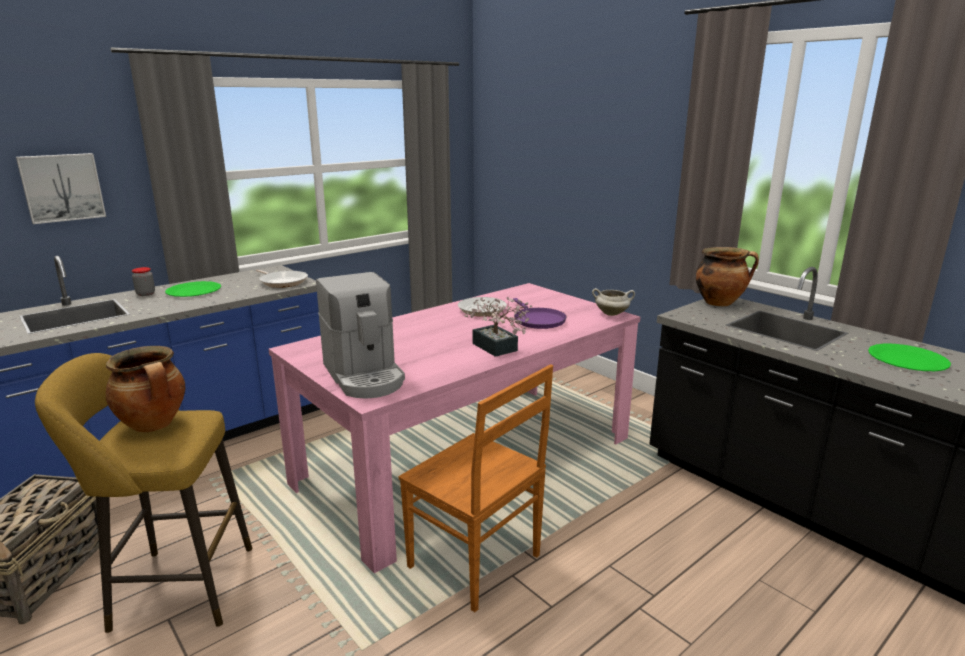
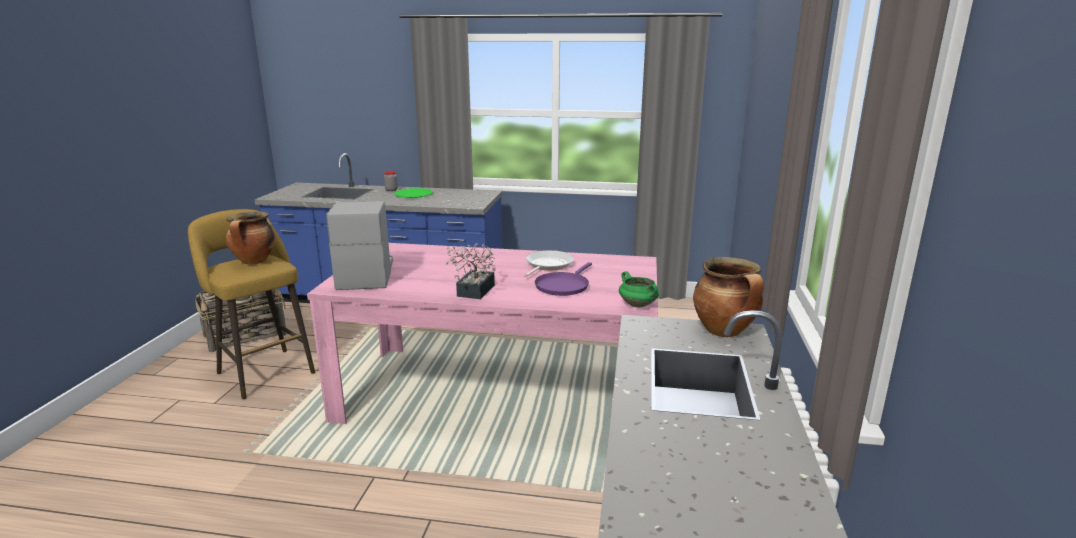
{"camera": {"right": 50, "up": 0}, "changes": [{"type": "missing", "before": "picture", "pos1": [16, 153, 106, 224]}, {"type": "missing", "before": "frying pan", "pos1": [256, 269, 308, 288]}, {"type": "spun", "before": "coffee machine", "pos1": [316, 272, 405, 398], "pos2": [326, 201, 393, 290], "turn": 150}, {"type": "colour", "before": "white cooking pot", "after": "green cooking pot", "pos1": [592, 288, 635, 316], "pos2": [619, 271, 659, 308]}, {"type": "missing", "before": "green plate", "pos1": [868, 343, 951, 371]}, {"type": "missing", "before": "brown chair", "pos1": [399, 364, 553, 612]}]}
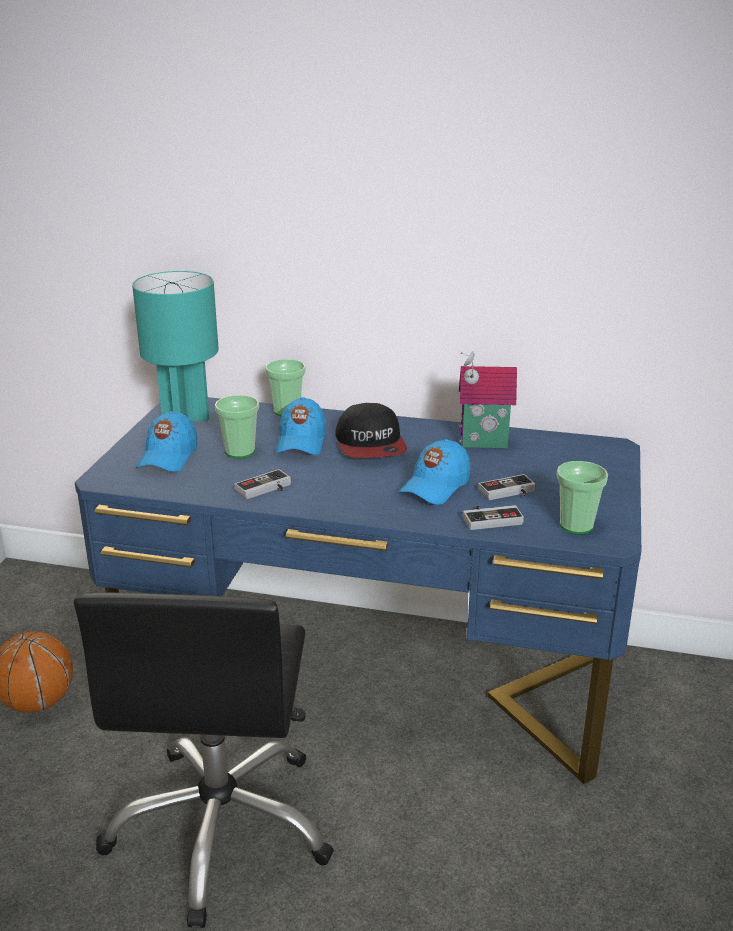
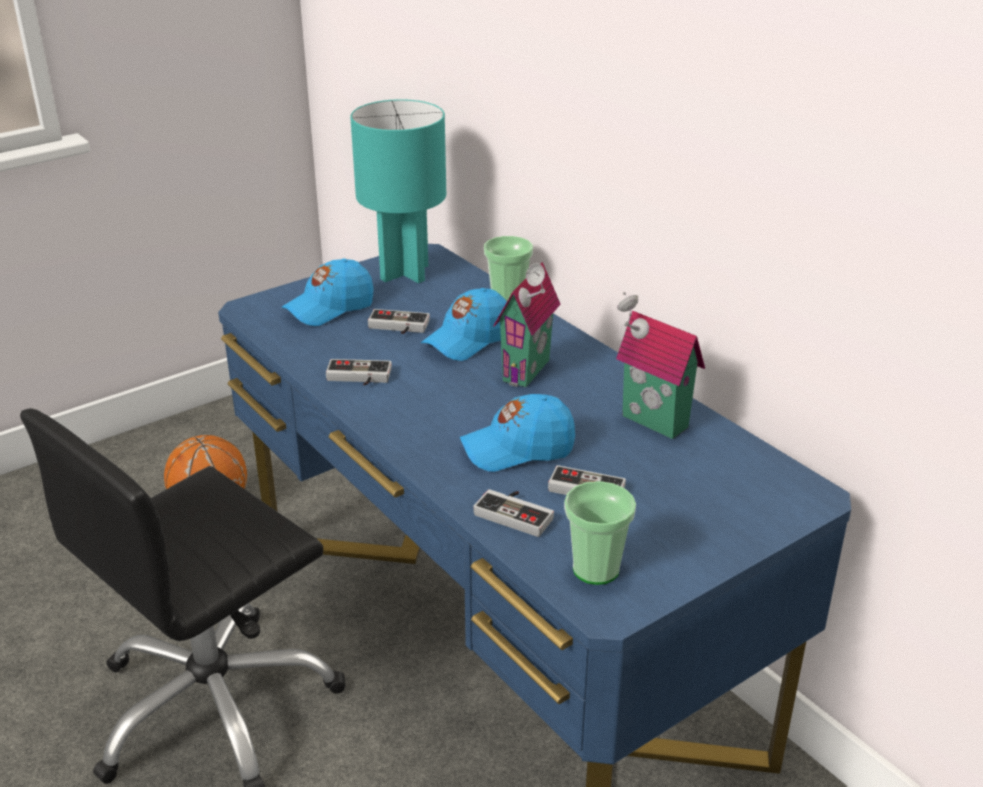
{"camera": {"right": 40, "up": 5}, "changes": [{"type": "exchanged", "before": "cup", "after": "game controller", "pos1": [215, 395, 259, 458], "pos2": [368, 309, 430, 334]}, {"type": "exchanged", "before": "cap", "after": "toy house", "pos1": [335, 403, 407, 458], "pos2": [493, 262, 561, 387]}]}
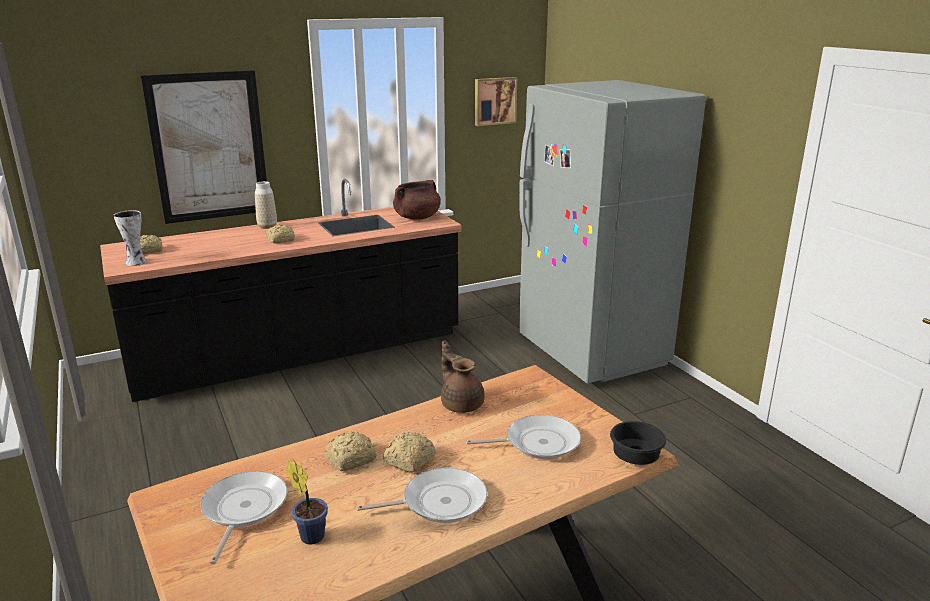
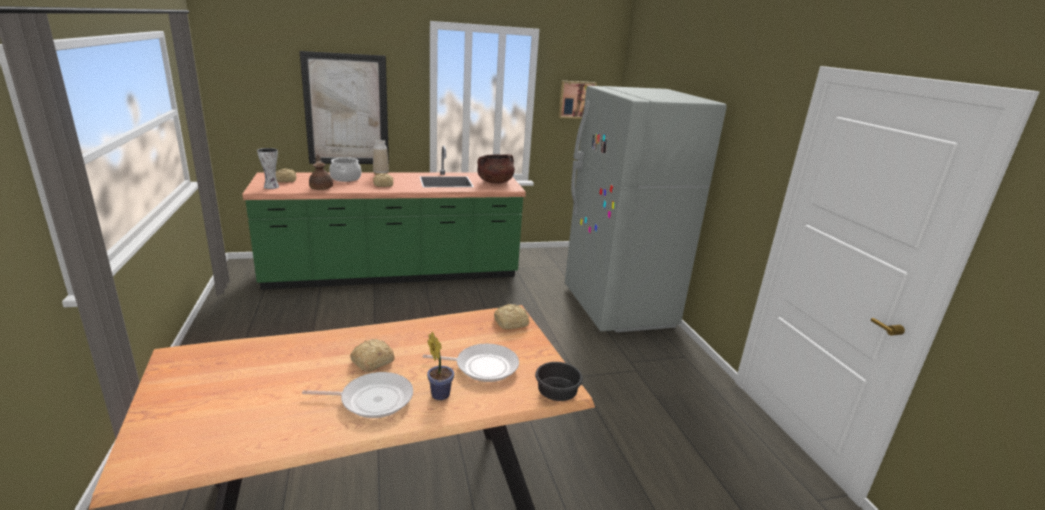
{"camera": {"right": 10, "up": 0}, "changes": [{"type": "colour", "before": "black counter", "after": "green counter", "pos1": [100, 179, 461, 402], "pos2": [242, 146, 526, 290]}, {"type": "relocated", "before": "brown teapot", "pos1": [441, 341, 485, 413], "pos2": [309, 154, 333, 190]}, {"type": "relocated", "before": "bread", "pos1": [325, 432, 377, 471], "pos2": [494, 304, 529, 330]}, {"type": "relocated", "before": "potted plant", "pos1": [286, 458, 328, 544], "pos2": [427, 332, 454, 400]}, {"type": "missing", "before": "frying pan", "pos1": [200, 471, 287, 564]}, {"type": "appeared", "after": "cooking pot", "pos2": [329, 157, 361, 182]}]}
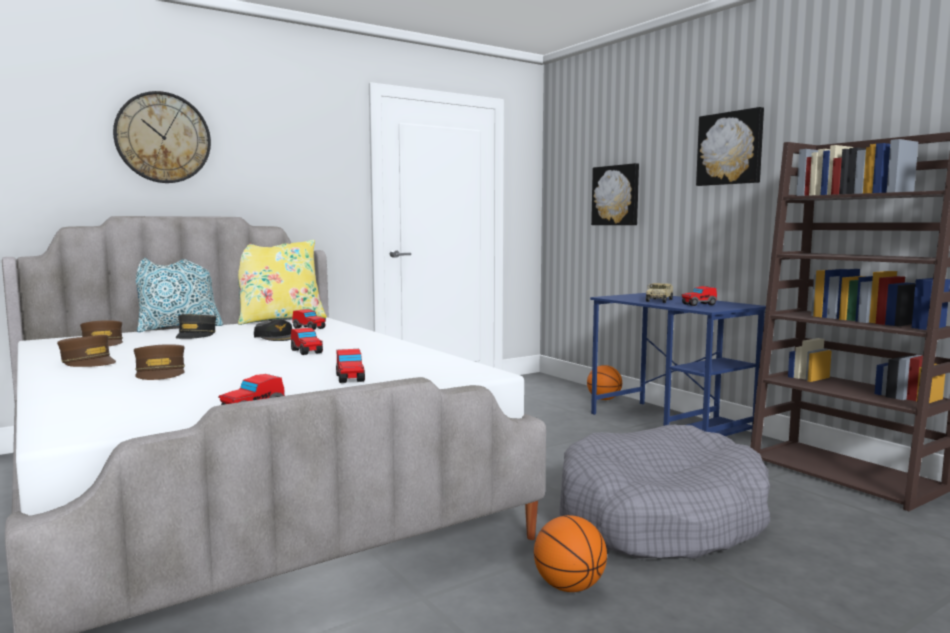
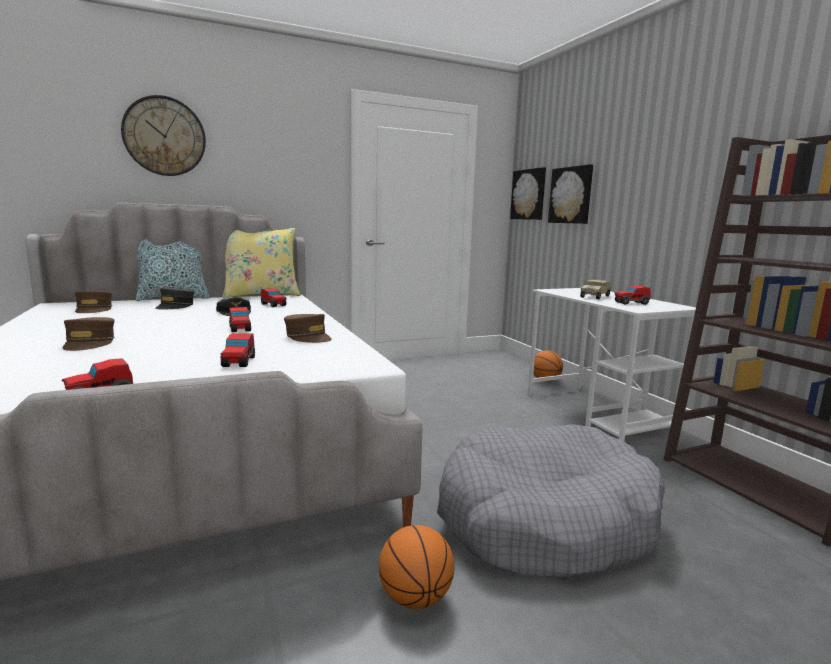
{"camera": {"right": 10, "up": 5}, "changes": [{"type": "relocated", "before": "picture", "pos1": [696, 107, 764, 186], "pos2": [510, 167, 546, 220]}, {"type": "colour", "before": "blue desk", "after": "white desk", "pos1": [590, 293, 766, 436], "pos2": [528, 288, 696, 441]}, {"type": "relocated", "before": "brown cap", "pos1": [57, 335, 116, 367], "pos2": [284, 314, 332, 343]}]}
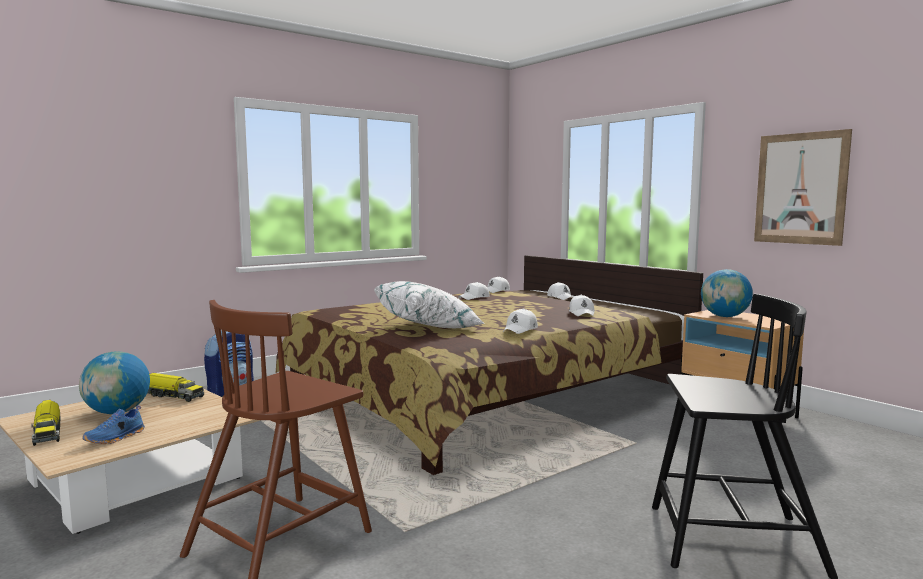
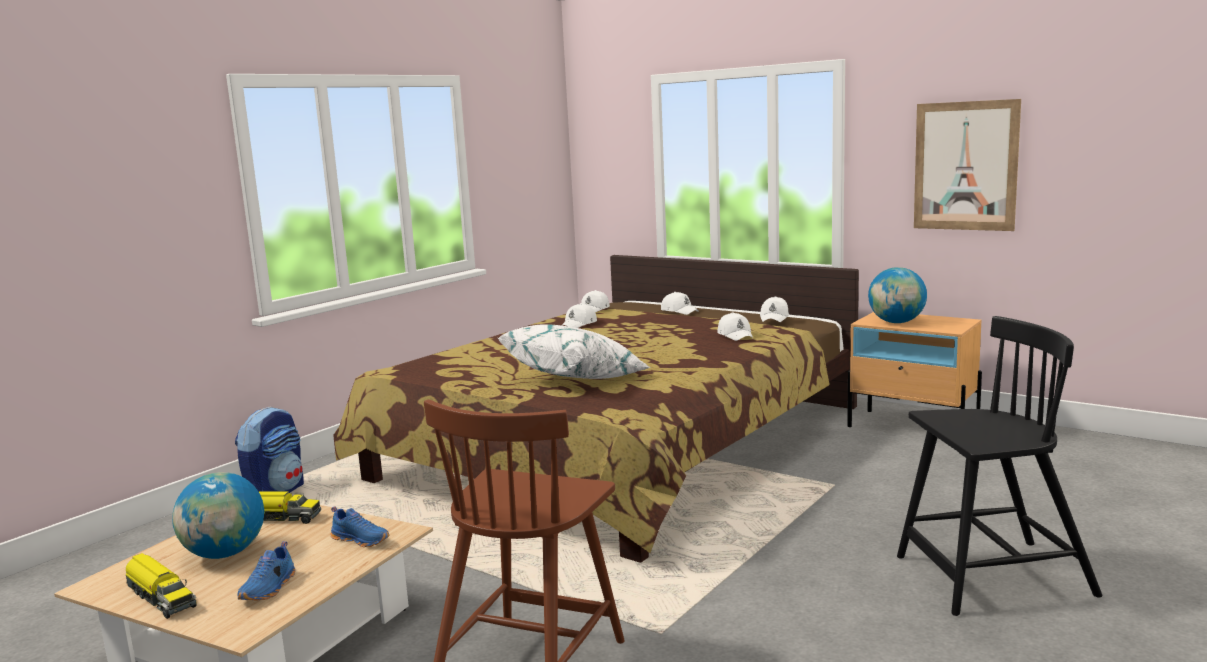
{"camera": {"right": -15, "up": 5}, "changes": [{"type": "relocated", "before": "white cap", "pos1": [503, 308, 538, 334], "pos2": [760, 296, 789, 322]}, {"type": "appeared", "after": "blue shoe", "pos2": [330, 506, 389, 547]}]}
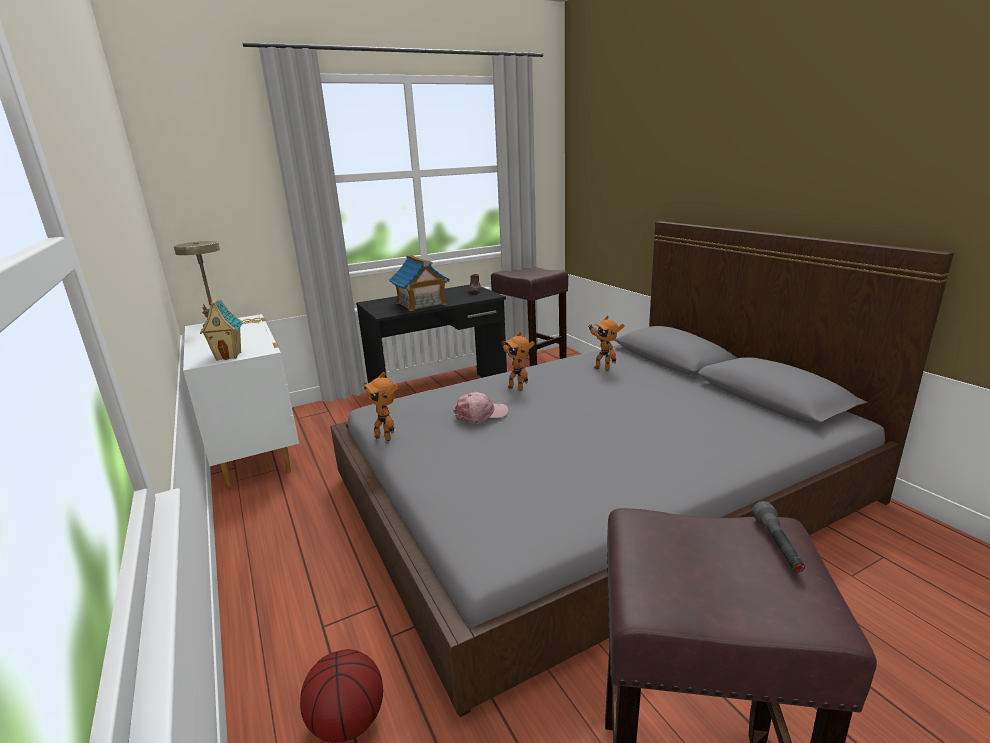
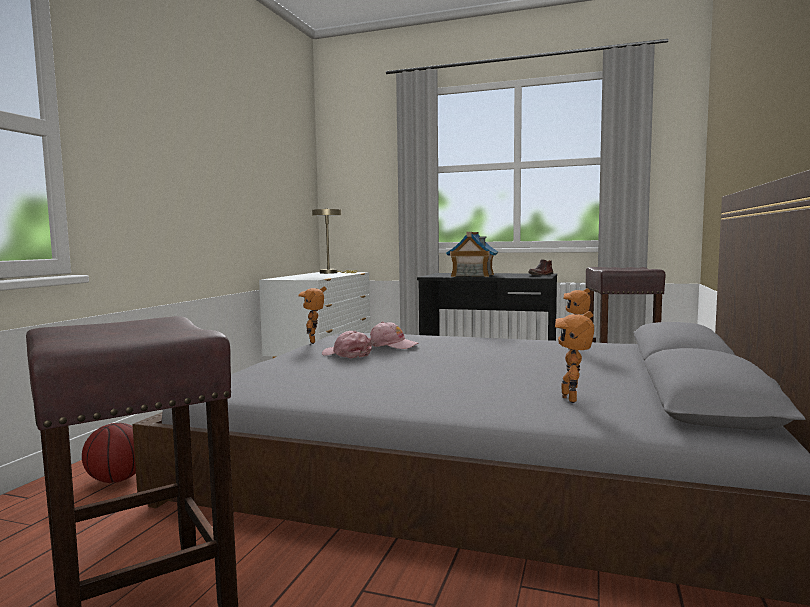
{"camera": {"right": 45, "up": -15}, "changes": [{"type": "missing", "before": "toy house", "pos1": [200, 297, 243, 361]}, {"type": "relocated", "before": "toy robot", "pos1": [501, 332, 535, 391], "pos2": [555, 311, 594, 403]}, {"type": "missing", "before": "grey flashlight", "pos1": [752, 501, 805, 572]}, {"type": "appeared", "after": "pink cap", "pos2": [322, 331, 372, 358]}]}
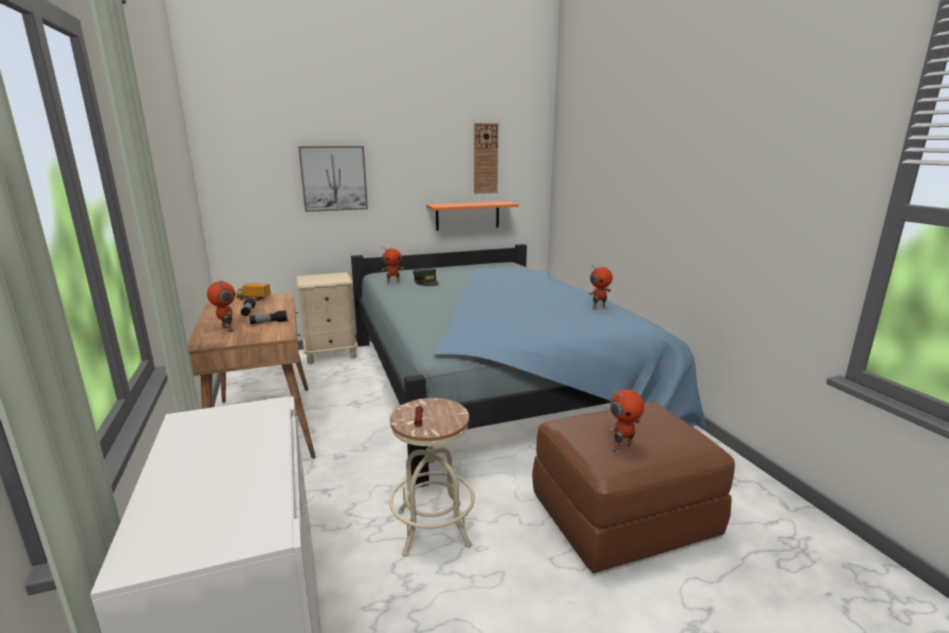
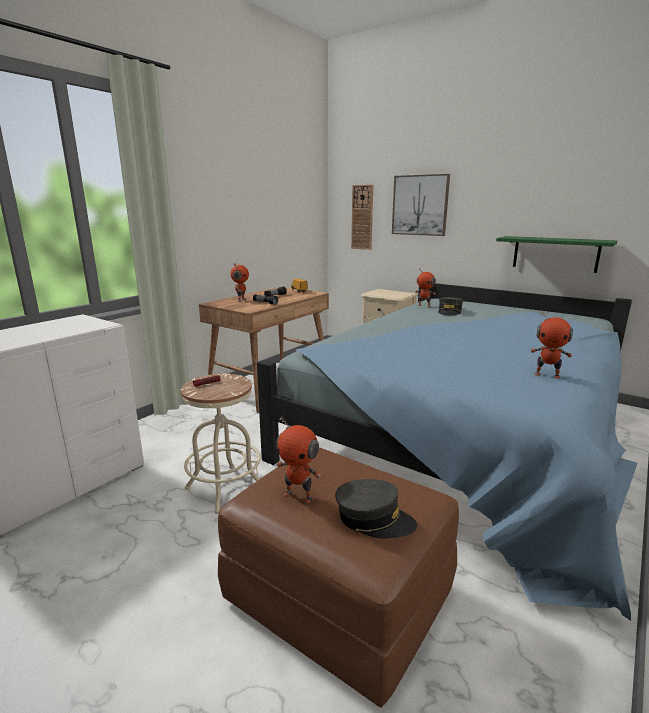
{"camera": {"right": 55, "up": 0}, "changes": [{"type": "relocated", "before": "wall clock", "pos1": [474, 123, 499, 194], "pos2": [351, 185, 373, 250]}, {"type": "colour", "before": "orange shelf", "after": "green shelf", "pos1": [426, 201, 519, 231], "pos2": [496, 236, 617, 273]}, {"type": "appeared", "after": "grey cap", "pos2": [335, 479, 417, 538]}]}
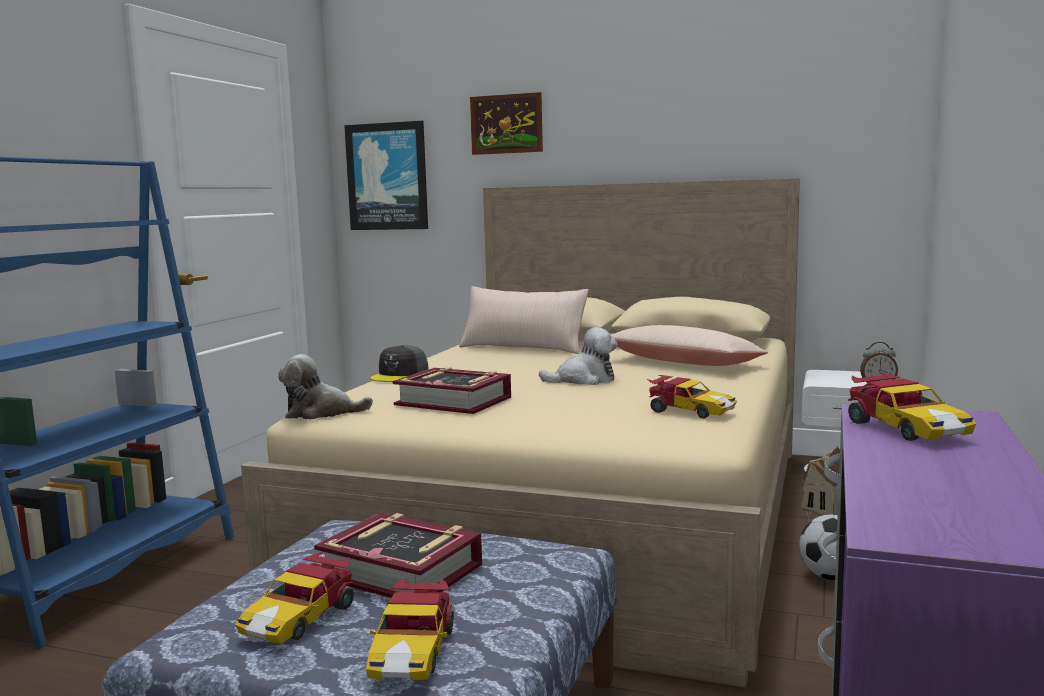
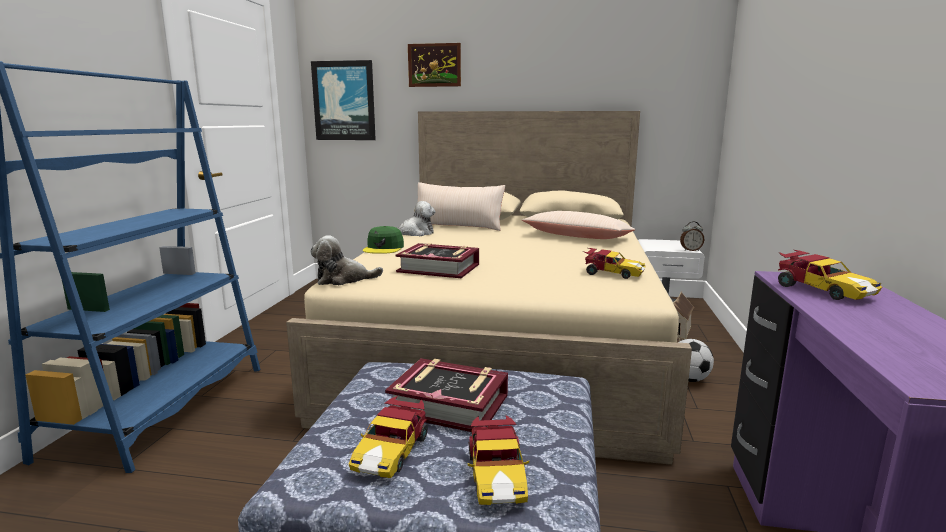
{"camera": {"right": -10, "up": 5}, "changes": [{"type": "relocated", "before": "plush toy", "pos1": [539, 327, 618, 385], "pos2": [398, 201, 436, 236]}, {"type": "colour", "before": "grey cap", "after": "green cap", "pos1": [370, 345, 429, 382], "pos2": [363, 226, 404, 254]}]}
